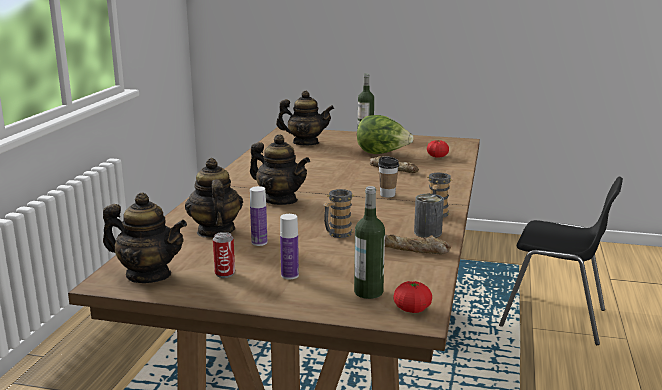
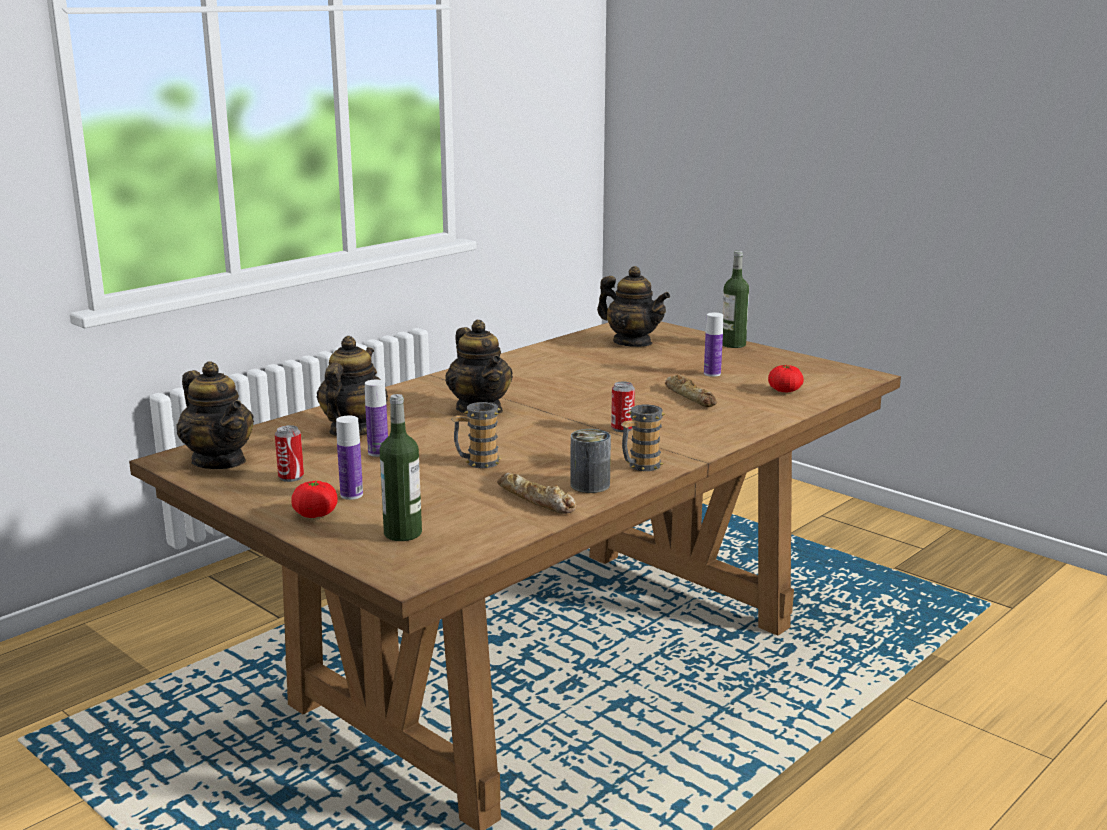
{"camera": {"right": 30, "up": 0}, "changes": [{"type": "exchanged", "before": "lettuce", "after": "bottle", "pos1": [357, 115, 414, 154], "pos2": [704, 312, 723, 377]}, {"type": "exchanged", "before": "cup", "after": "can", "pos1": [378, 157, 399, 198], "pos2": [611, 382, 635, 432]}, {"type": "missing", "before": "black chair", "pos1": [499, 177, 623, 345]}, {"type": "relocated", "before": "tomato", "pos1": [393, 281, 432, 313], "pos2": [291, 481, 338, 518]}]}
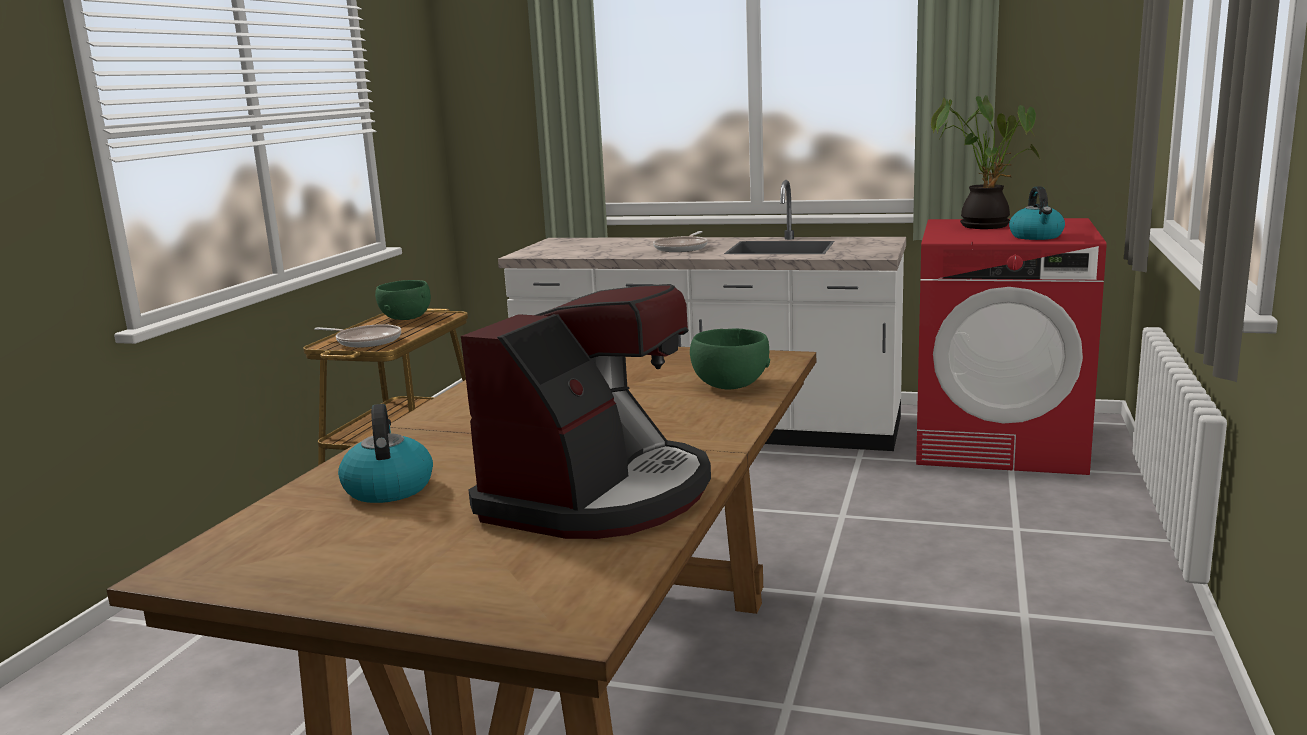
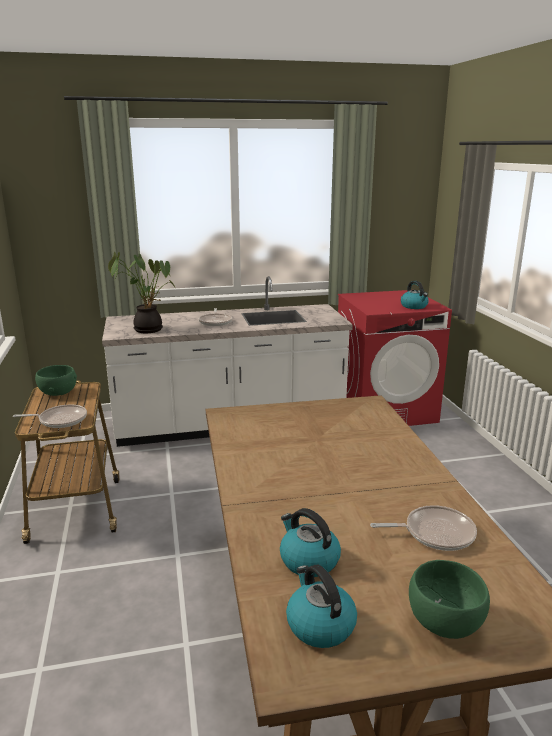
{"camera": {"right": -30, "up": 5}, "changes": [{"type": "relocated", "before": "potted plant", "pos1": [931, 95, 1040, 229], "pos2": [108, 252, 175, 333]}, {"type": "exchanged", "before": "coffee machine", "after": "frying pan", "pos1": [461, 284, 711, 539], "pos2": [370, 505, 477, 551]}, {"type": "relocated", "before": "green bowl", "pos1": [690, 329, 770, 389], "pos2": [409, 560, 490, 639]}, {"type": "appeared", "after": "kettle", "pos2": [286, 565, 357, 648]}]}
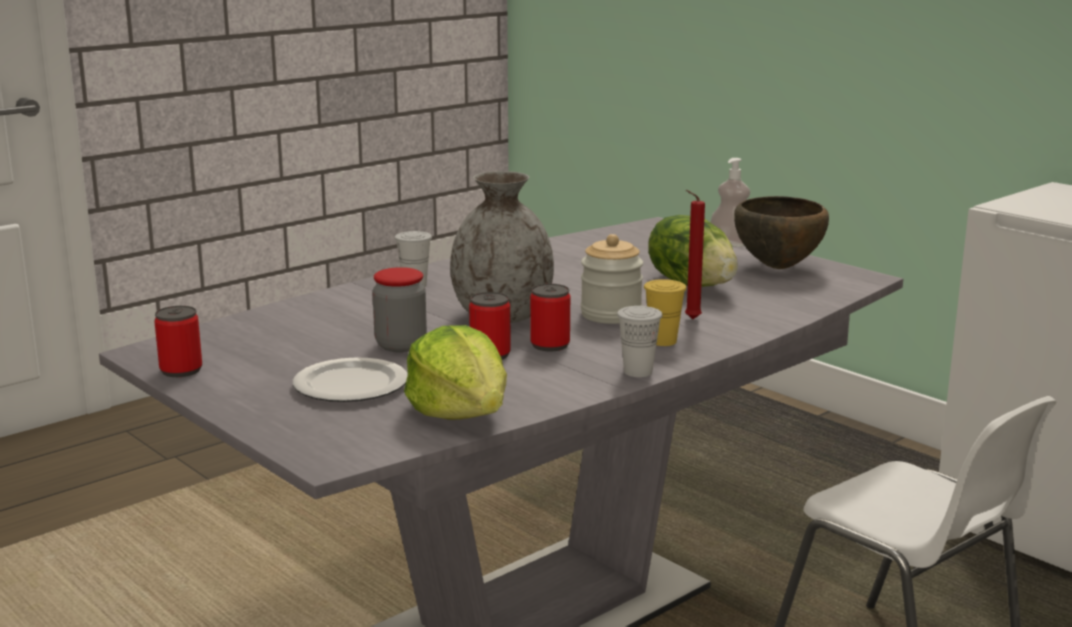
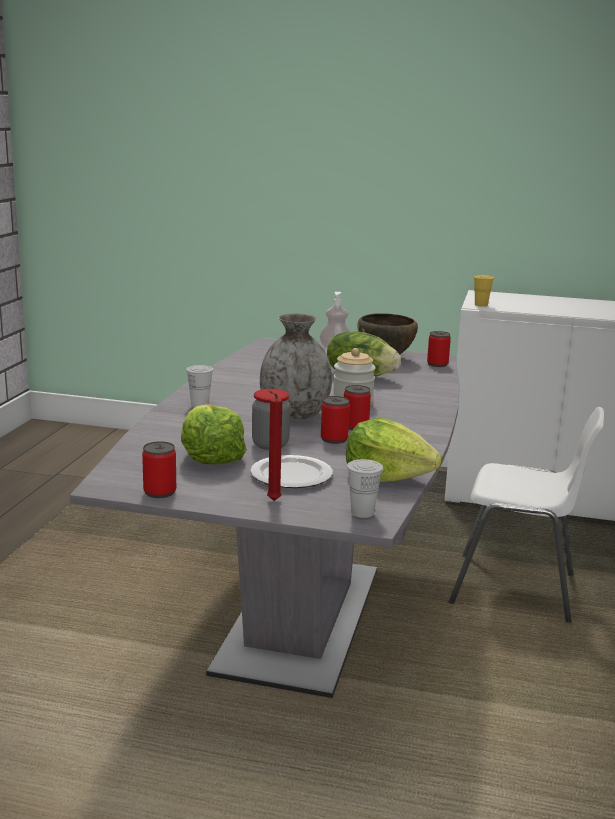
{"camera": {"right": -35, "up": 0}, "changes": [{"type": "relocated", "before": "red candle", "pos1": [685, 190, 705, 319], "pos2": [267, 391, 282, 501]}, {"type": "relocated", "before": "yellow cup", "pos1": [644, 279, 686, 346], "pos2": [474, 275, 494, 307]}, {"type": "relocated", "before": "white cup", "pos1": [617, 306, 663, 377], "pos2": [347, 459, 383, 518]}, {"type": "appeared", "after": "can", "pos2": [427, 331, 451, 367]}, {"type": "appeared", "after": "lettuce", "pos2": [181, 404, 247, 465]}]}
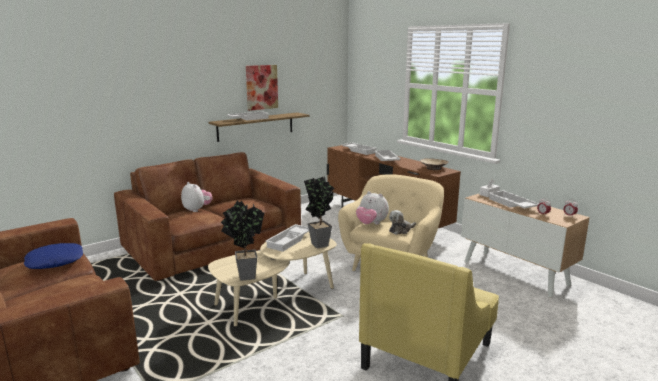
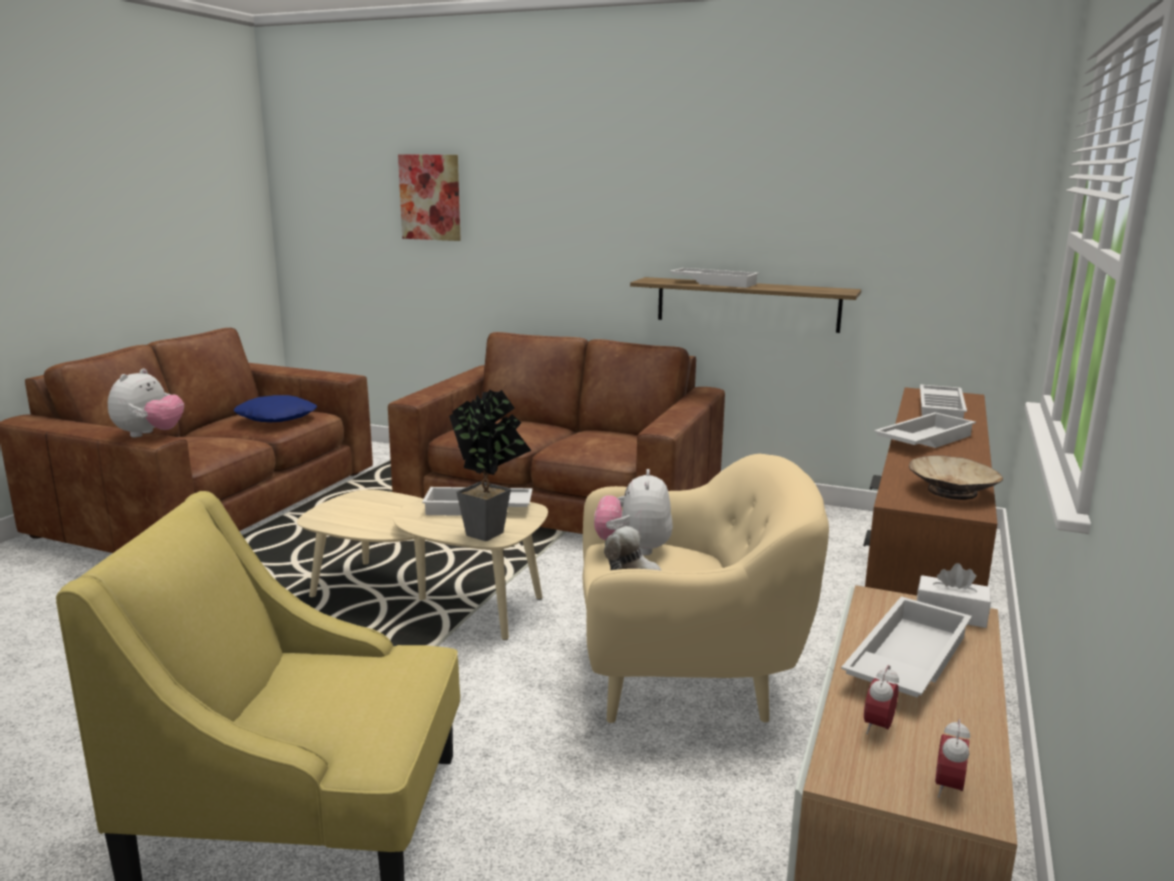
{"camera": {"right": 60, "up": 0}, "changes": [{"type": "relocated", "before": "picture", "pos1": [246, 65, 278, 111], "pos2": [398, 154, 461, 241]}, {"type": "relocated", "before": "plush toy", "pos1": [181, 182, 212, 212], "pos2": [108, 369, 184, 437]}, {"type": "missing", "before": "potted plant", "pos1": [221, 201, 264, 281]}]}
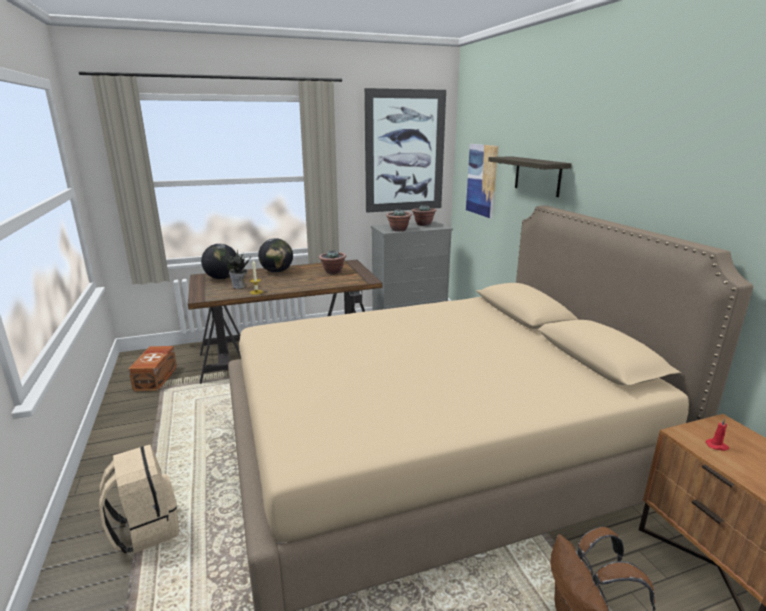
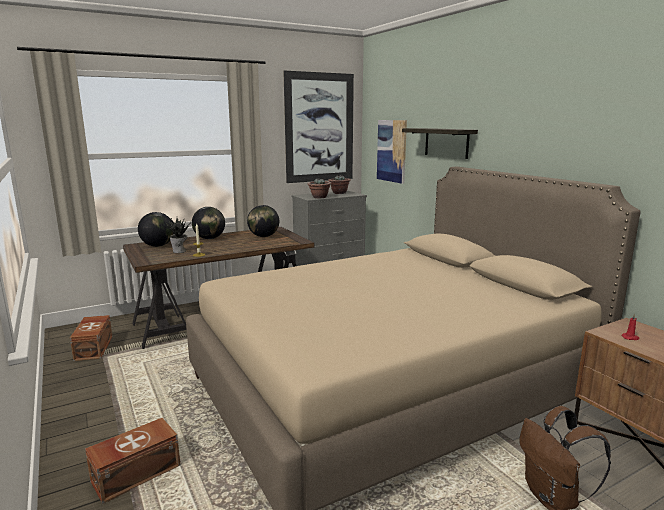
{"camera": {"right": -10, "up": -5}, "changes": [{"type": "exchanged", "before": "potted plant", "after": "globe", "pos1": [319, 250, 346, 274], "pos2": [247, 205, 279, 237]}, {"type": "exchanged", "before": "beige backpack", "after": "brown storage box", "pos1": [99, 444, 179, 554], "pos2": [85, 418, 180, 504]}]}
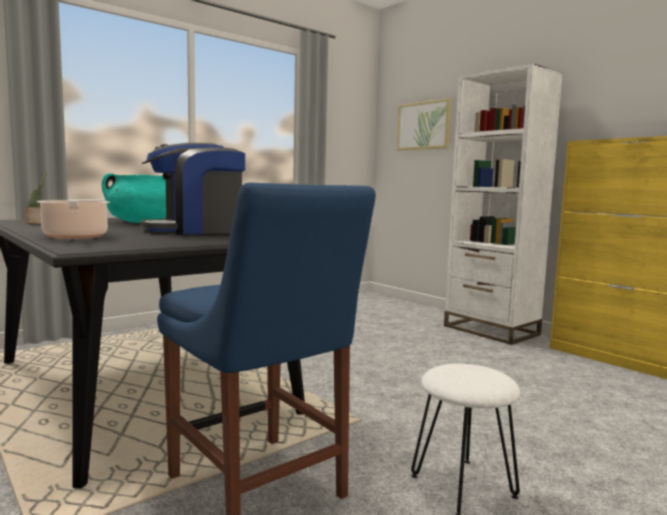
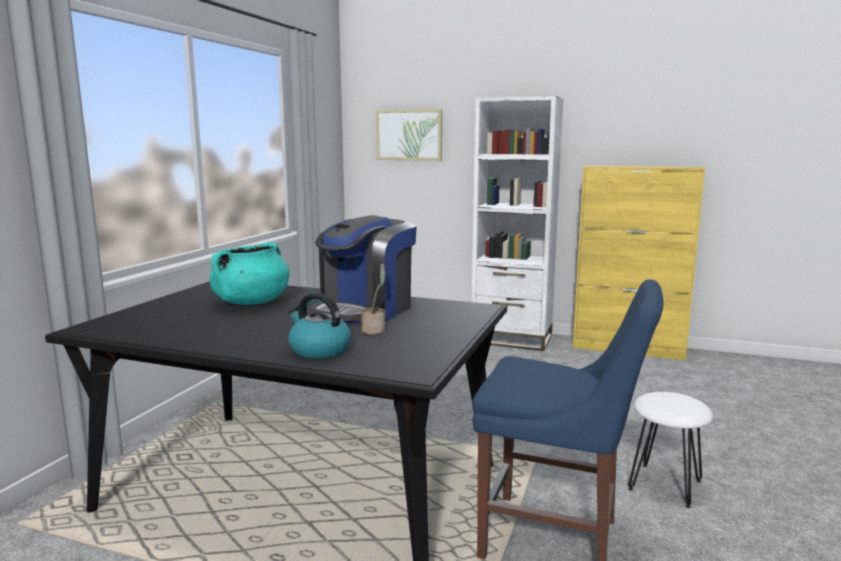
{"camera": {"right": -30, "up": 5}, "changes": [{"type": "relocated", "before": "potted plant", "pos1": [24, 172, 47, 224], "pos2": [361, 263, 385, 334]}, {"type": "exchanged", "before": "cooking pot", "after": "kettle", "pos1": [37, 200, 110, 239], "pos2": [288, 293, 351, 359]}]}
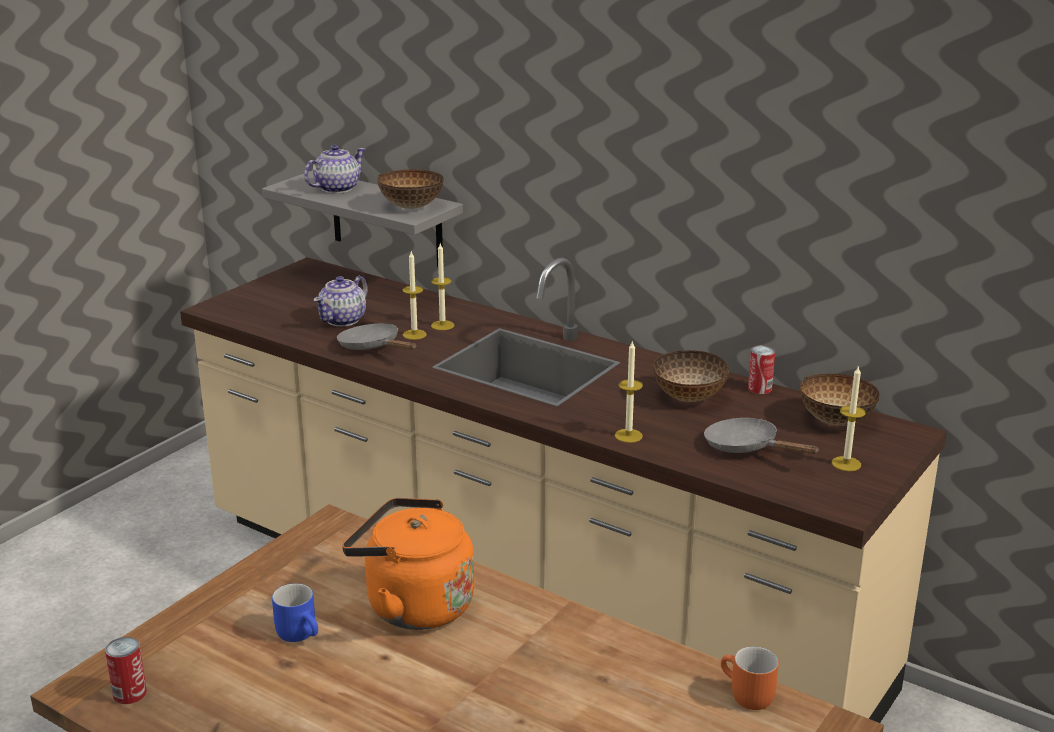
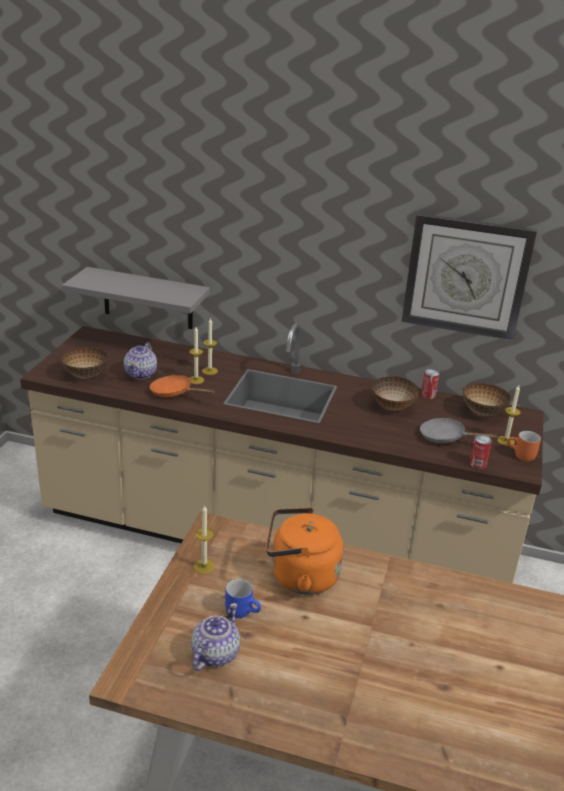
{"camera": {"right": -20, "up": 5}, "changes": [{"type": "relocated", "before": "teapot", "pos1": [304, 145, 366, 193], "pos2": [191, 603, 240, 671]}, {"type": "relocated", "before": "bowl", "pos1": [377, 169, 444, 209], "pos2": [61, 347, 109, 378]}, {"type": "colour", "before": "grey frying pan", "after": "orange frying pan", "pos1": [337, 324, 416, 350], "pos2": [150, 375, 215, 397]}, {"type": "relocated", "before": "candle", "pos1": [615, 340, 643, 443], "pos2": [194, 506, 215, 574]}, {"type": "relocated", "before": "can", "pos1": [105, 637, 147, 704], "pos2": [470, 435, 492, 469]}, {"type": "relocated", "before": "orange mug", "pos1": [721, 646, 779, 710], "pos2": [507, 431, 541, 462]}, {"type": "appeared", "after": "wall clock", "pos2": [402, 213, 537, 340]}]}
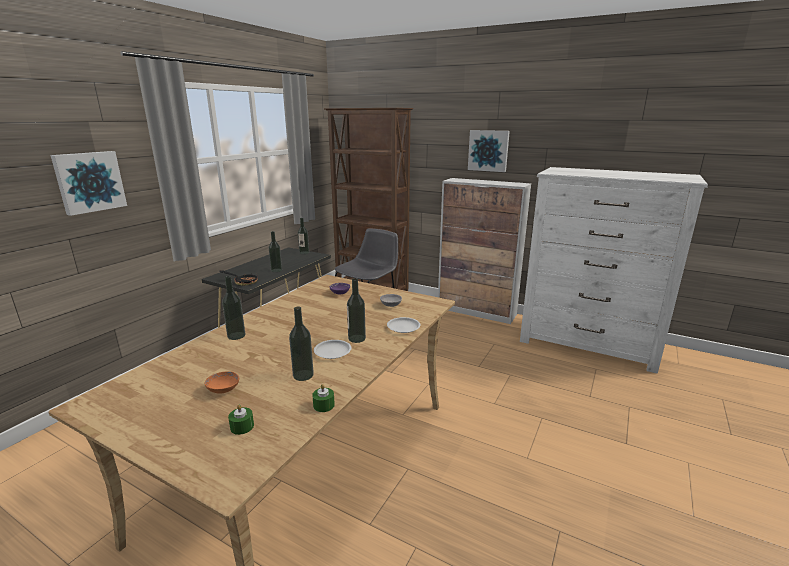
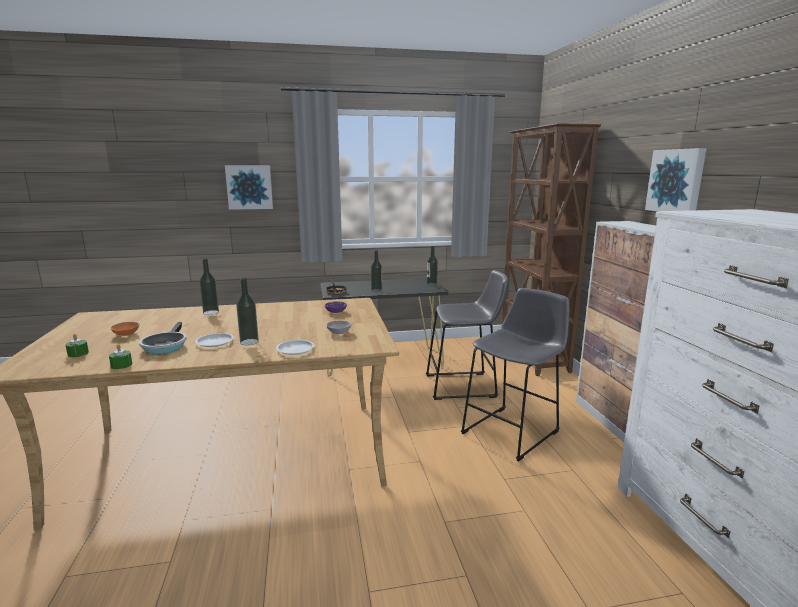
{"camera": {"right": 50, "up": -5}, "changes": [{"type": "exchanged", "before": "bottle", "after": "frying pan", "pos1": [289, 307, 314, 381], "pos2": [139, 322, 187, 354]}, {"type": "appeared", "after": "grey stool", "pos2": [461, 288, 570, 461]}]}
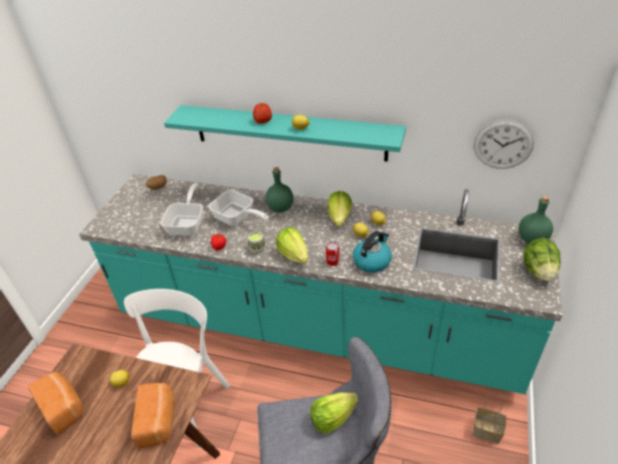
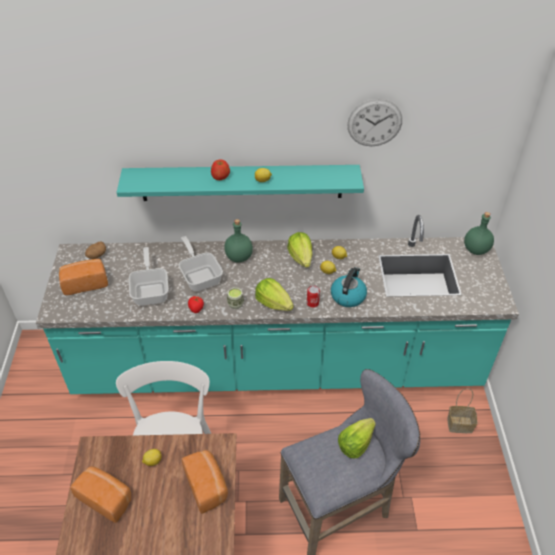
{"camera": {"right": -20, "up": 5}, "changes": [{"type": "relocated", "before": "wall clock", "pos1": [474, 120, 534, 169], "pos2": [347, 99, 402, 146]}, {"type": "spun", "before": "frying pan", "pos1": [208, 190, 269, 226], "pos2": [179, 236, 223, 291], "turn": -135}, {"type": "missing", "before": "lettuce", "pos1": [523, 238, 561, 281]}, {"type": "appeared", "after": "bread", "pos2": [59, 259, 108, 295]}]}
